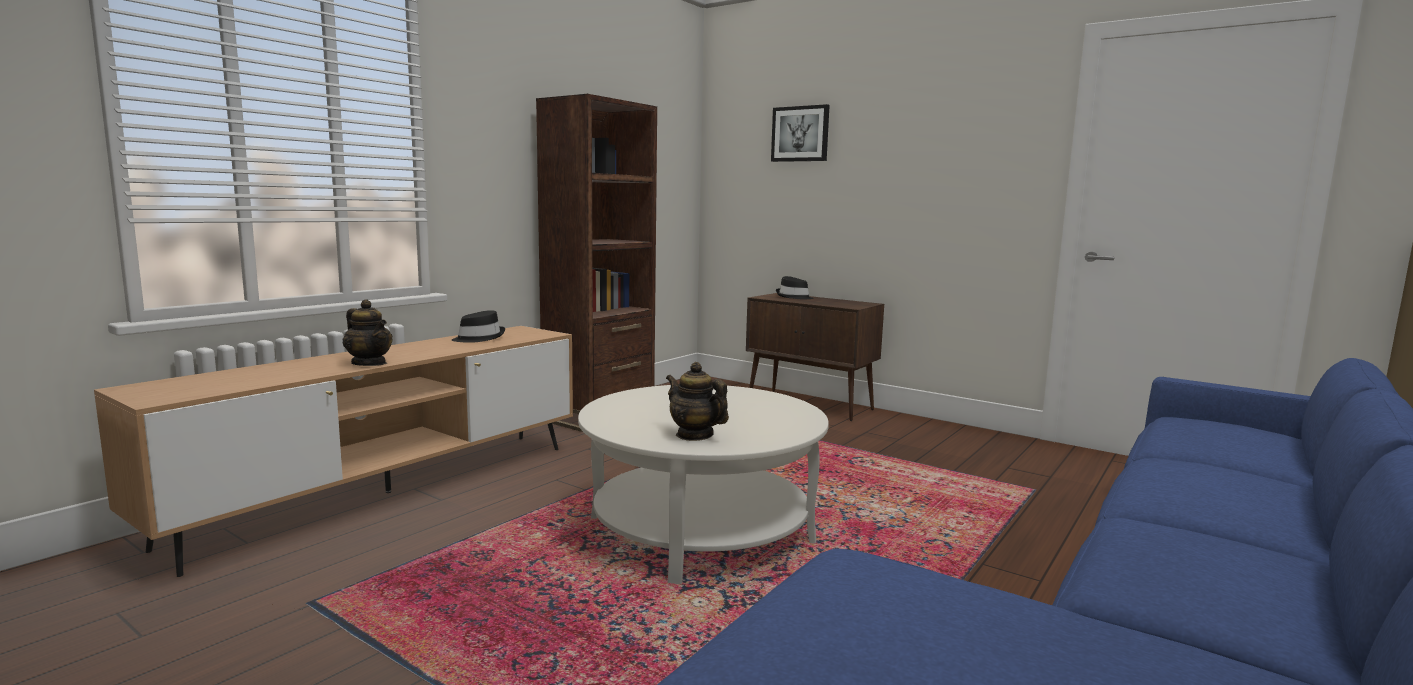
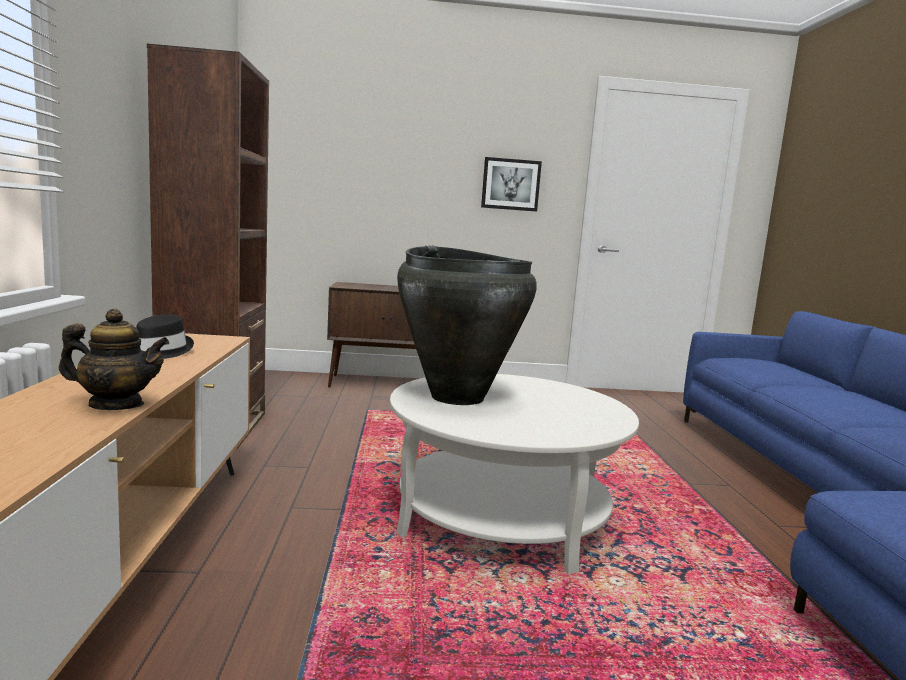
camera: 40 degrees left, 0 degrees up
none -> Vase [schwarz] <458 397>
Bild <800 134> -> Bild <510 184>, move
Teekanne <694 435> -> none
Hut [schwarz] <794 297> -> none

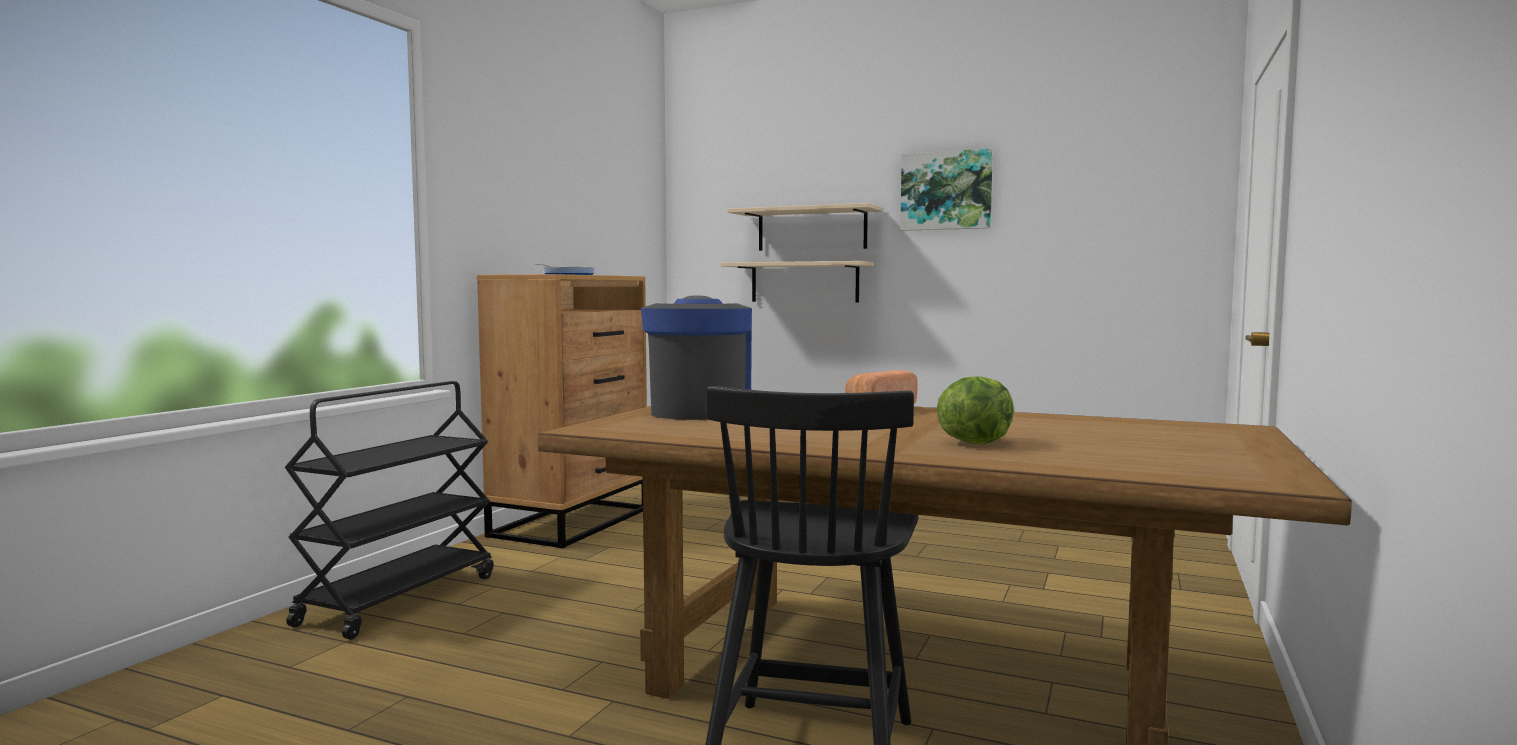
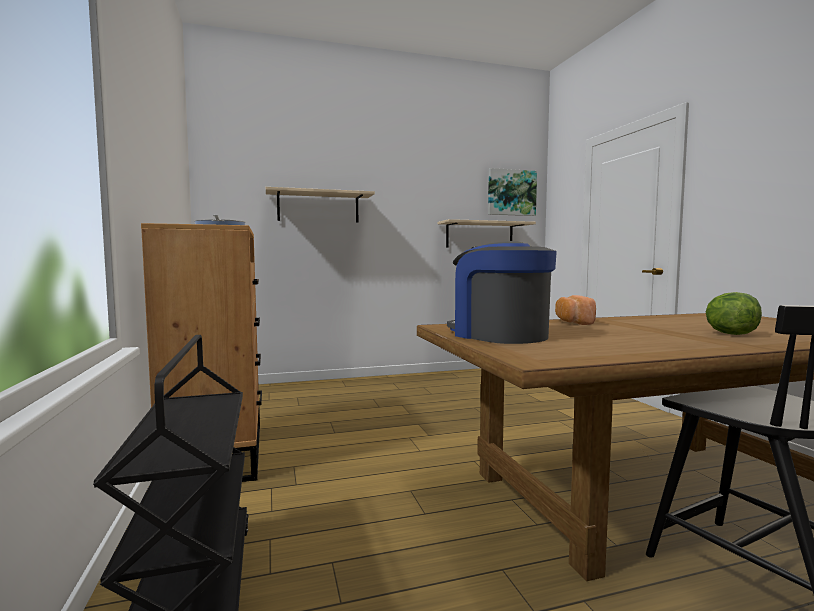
camera: 40 degrees left, 0 degrees up
Wandregal [beige] <804 282> -> Wandregal [beige] <479 235>, move
Bild <946 191> -> Bild <511 192>, move

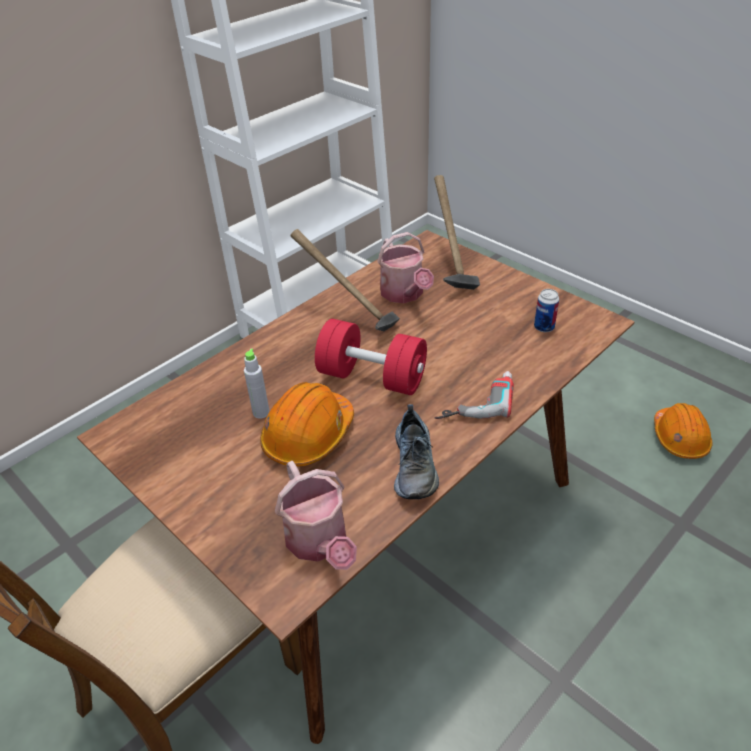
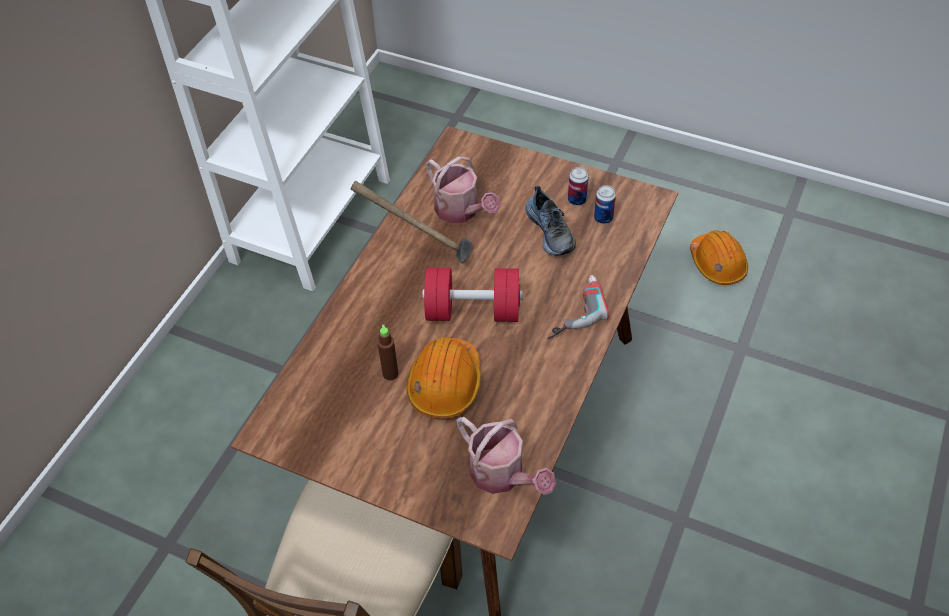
camera: 20 degrees left, 10 degrees up
Flasche [grau] <261 412> -> Flasche [braun] <390 374>
Schuh <416 465> -> Schuh <551 231>, move
none -> Dose <577 200>
Hammer <449 268> -> none

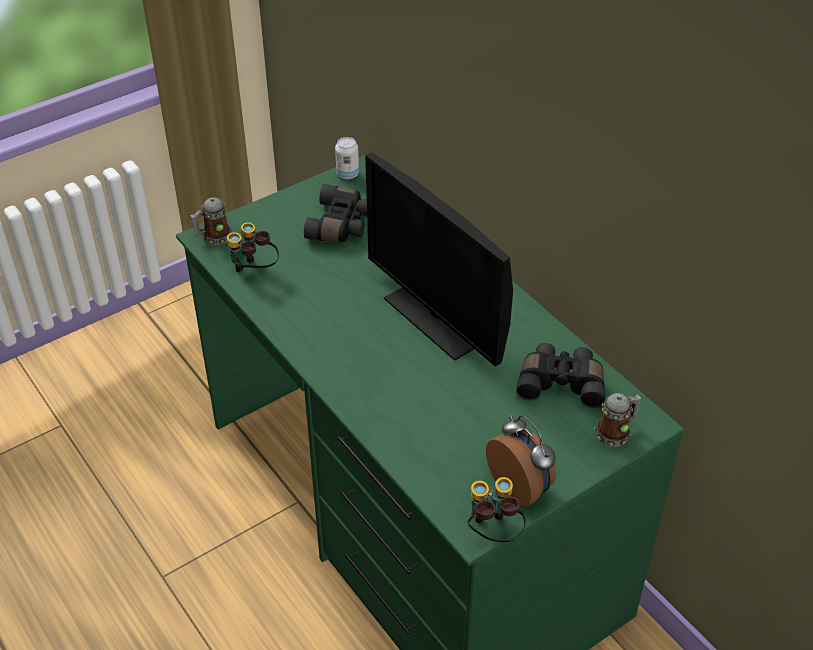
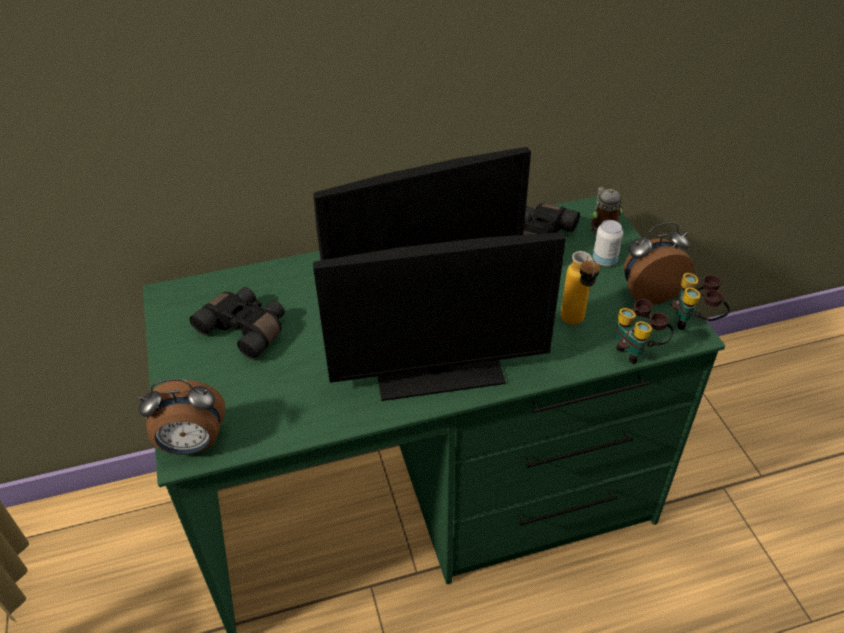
camera: 70 degrees left, 0 degrees up
Henkelbecher <213 237> -> Wecker <192 445>
none -> Monitor <439 371>
none -> Flasche <575 324>
Dose <347 174> -> Dose <604 260>, move
Fernglas <254 271> -> Fernglas <637 349>, move

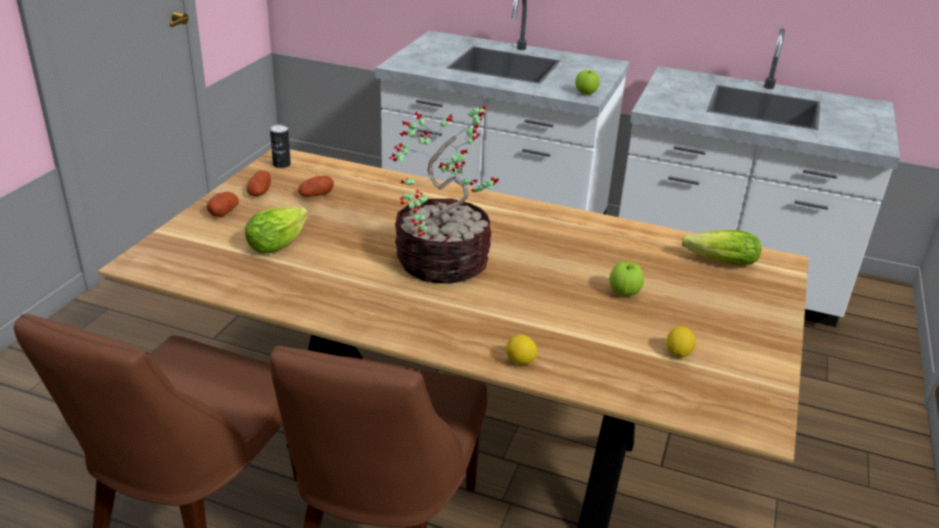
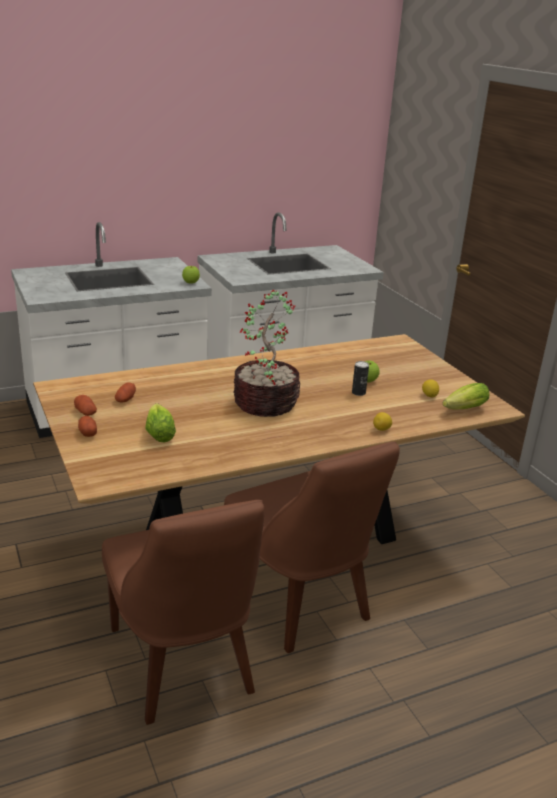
camera: 45 degrees left, 5 degrees down
Dose <281 165> -> Dose <358 393>, move
Salatkopf <716 262> -> Salatkopf <462 410>, move

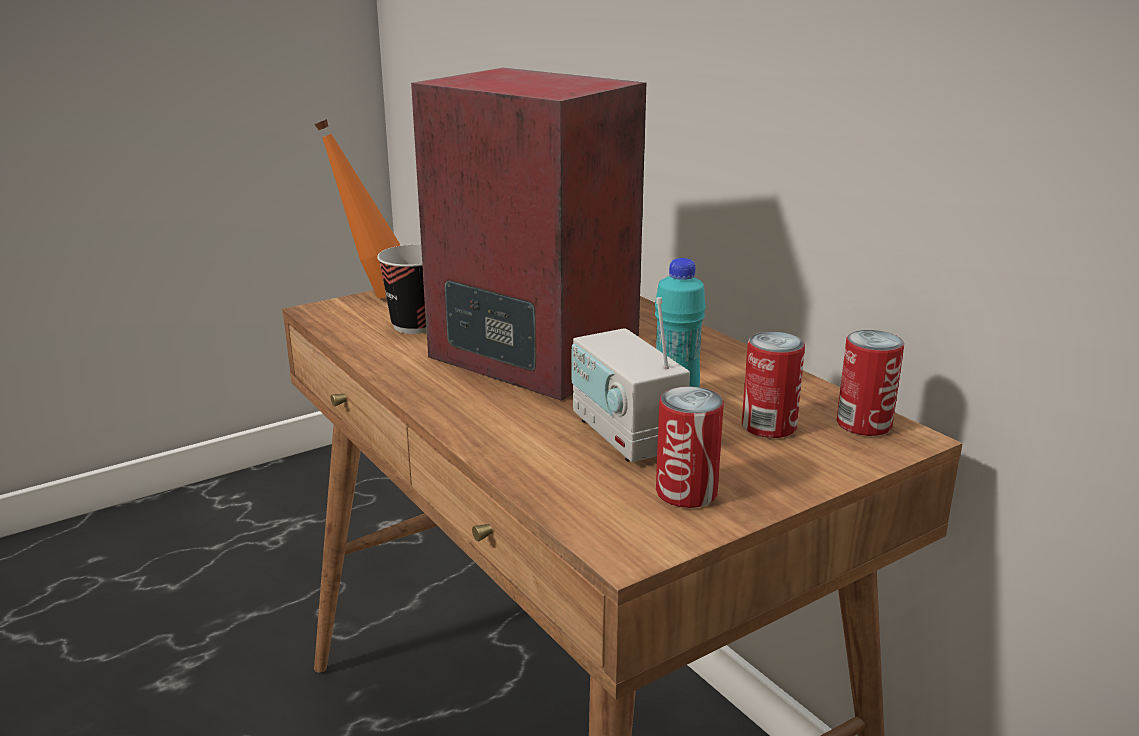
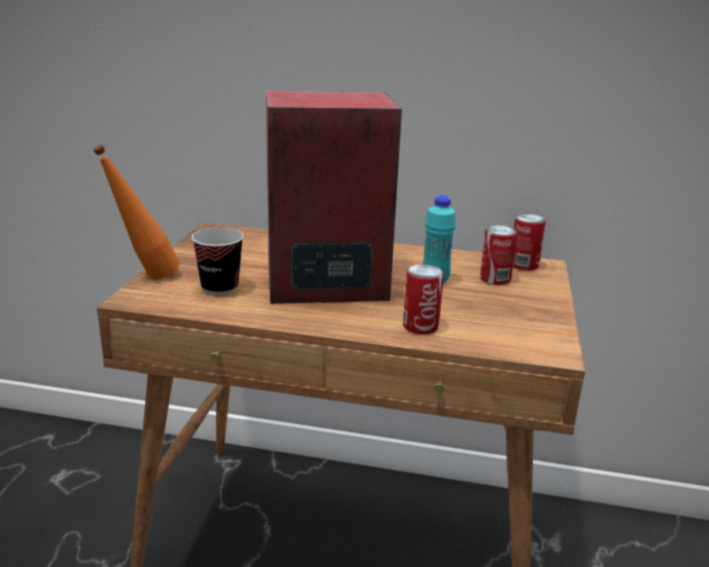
camera: 45 degrees left, 0 degrees up
Dose <686 493> -> Dose <420 326>, move
Radio <626 435> -> none

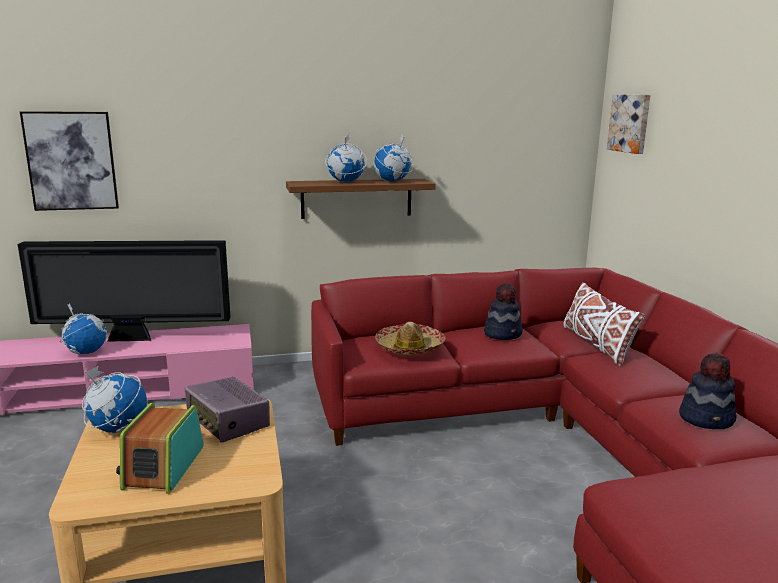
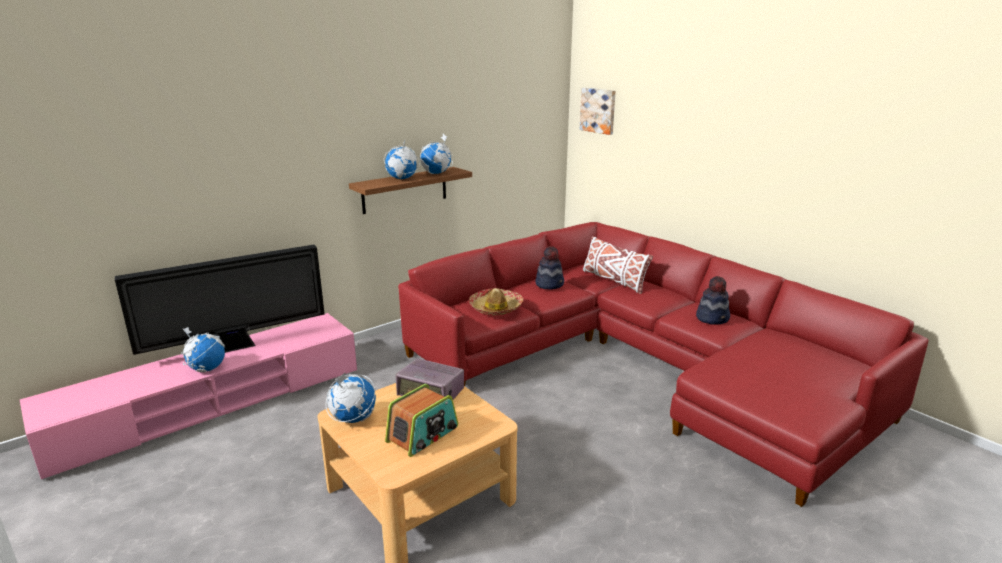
camera: 25 degrees left, 5 degrees up
Radio <163 467> -> Radio <423 435>, 120 degrees counterclockwise
Bild <71 161> -> none

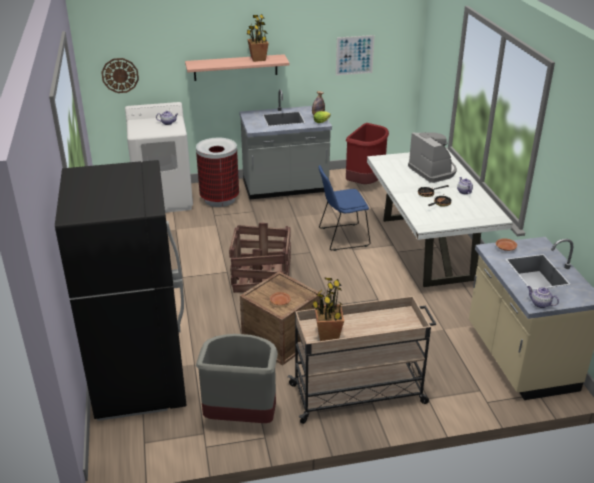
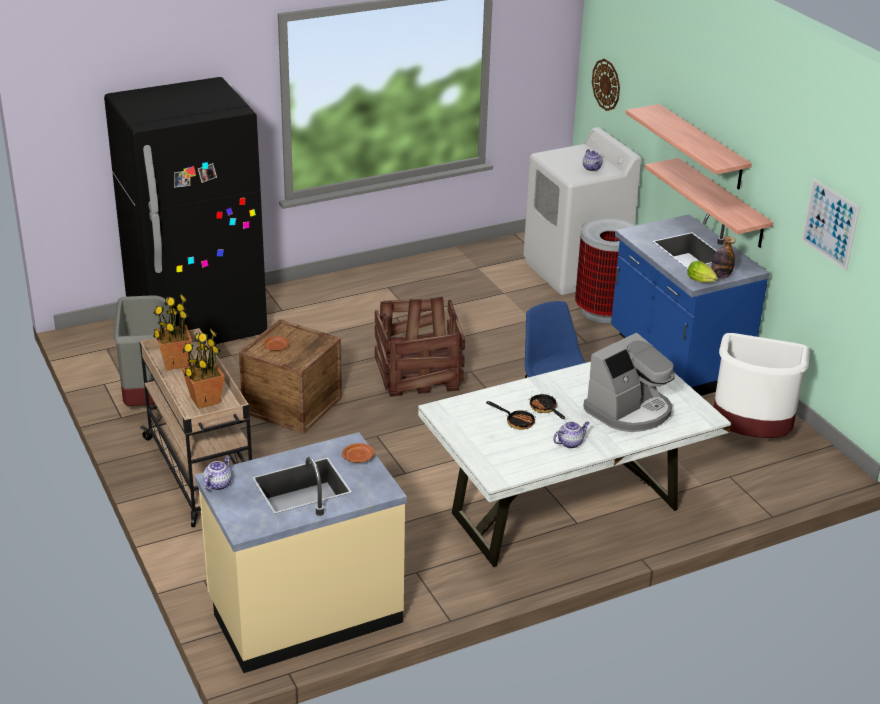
camera: 75 degrees right, 0 degrees up
Topfpflanze <258 59> -> Topfpflanze <204 400>, move
Küchenzeile [grau] <285 188> -> Küchenzeile [blau] <676 359>
none -> Wandregal <722 203>
Mülleimer [rot] <366 182> -> Mülleimer [weiß] <750 434>

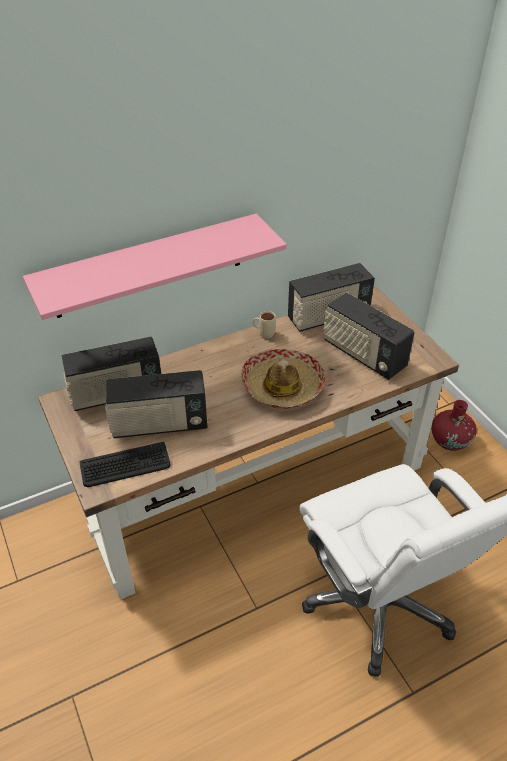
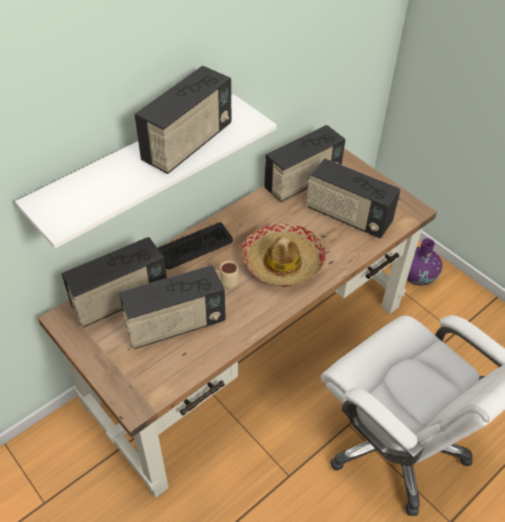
camera: 15 degrees left, 5 degrees up
Wandregal [rosa] <149 266> -> Wandregal [weiß] <136 166>
none -> Radio <188 144>
Tastatur <125 465> -> Tastatur <194 246>, move
Henkelbecher [beige] <264 334> -> Henkelbecher [beige] <225 284>, move
Vase [rot] <450 441> -> Vase [lila] <417 276>

